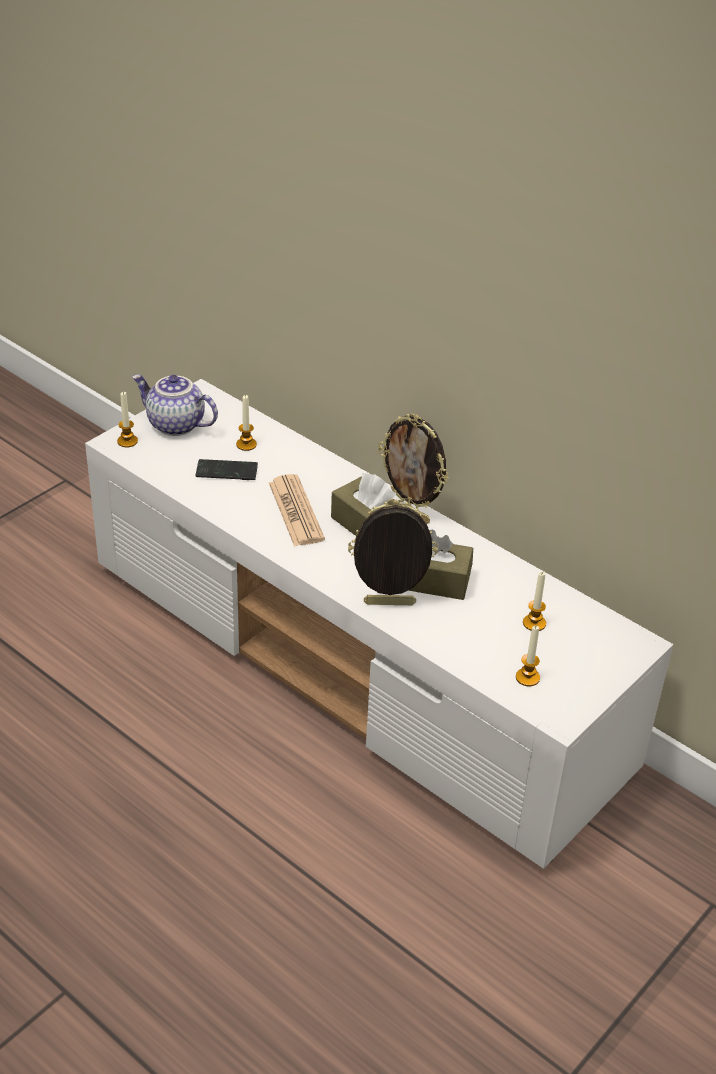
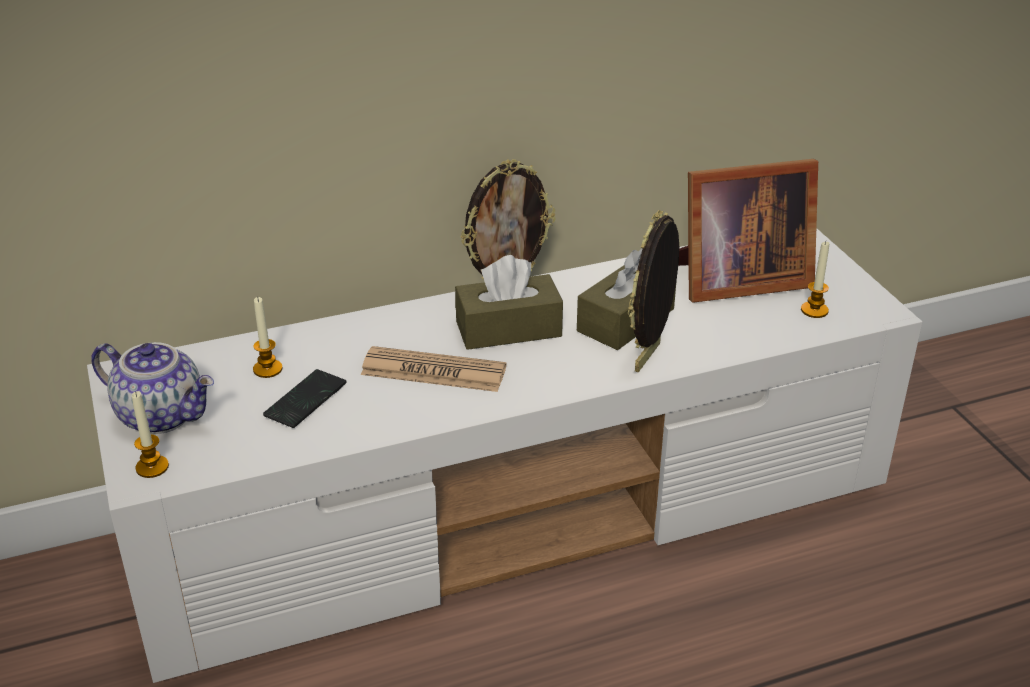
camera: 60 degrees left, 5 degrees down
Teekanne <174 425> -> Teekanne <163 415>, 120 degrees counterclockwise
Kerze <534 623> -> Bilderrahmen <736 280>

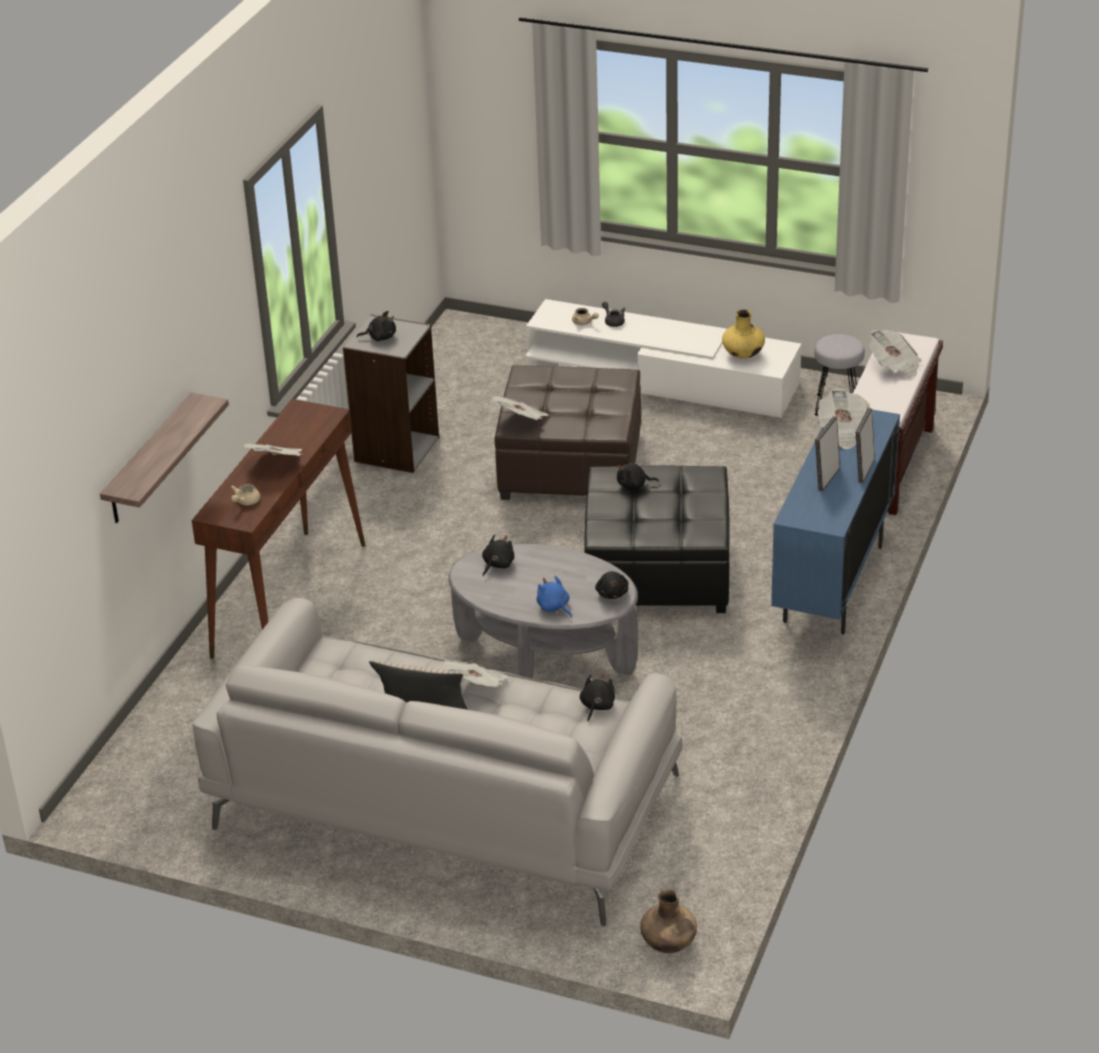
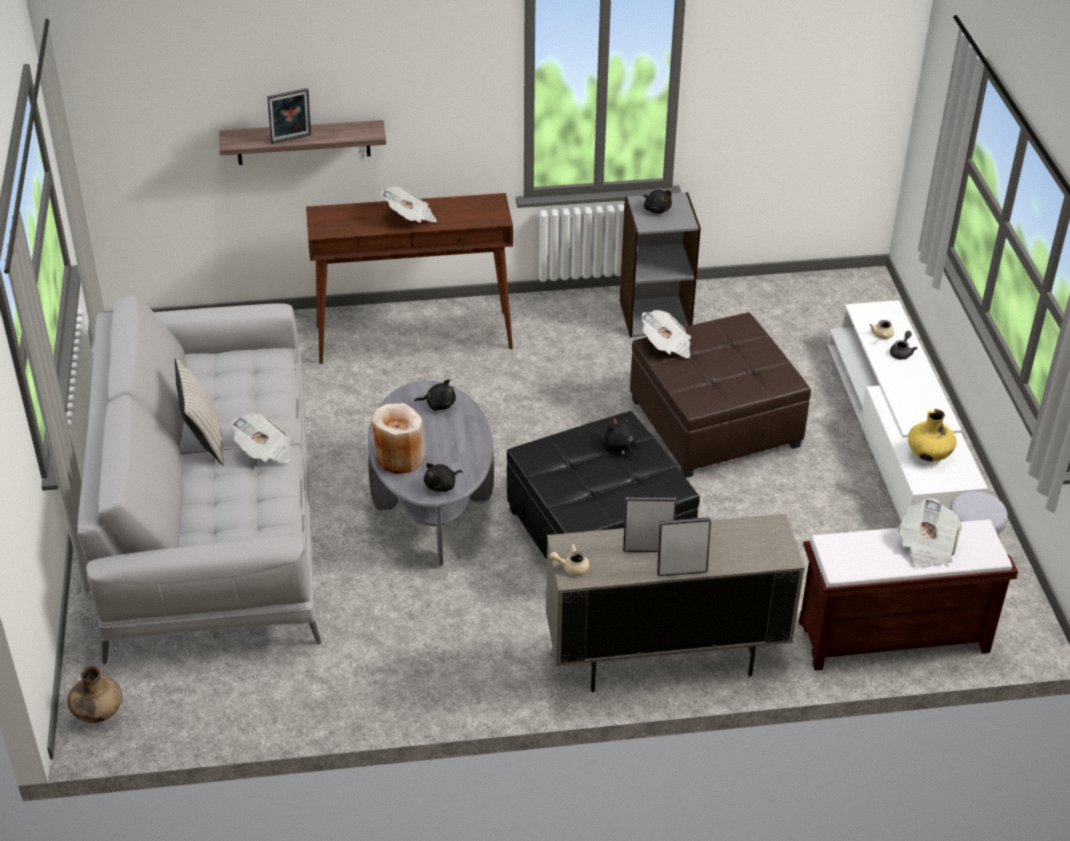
camera: 60 degrees right, 5 degrees up
none -> Bilderrahmen <291 140>
Plüschtier [blau] <554 607> -> Vase [beige] <399 458>
Schrank [blau] <833 585> -> Schrank [beige] <665 659>
Teekanne [beige] <245 502> -> Teekanne [beige] <571 567>, move
Plüschtier [schwarz] <596 706> -> none
Zeitung <844 432> -> none

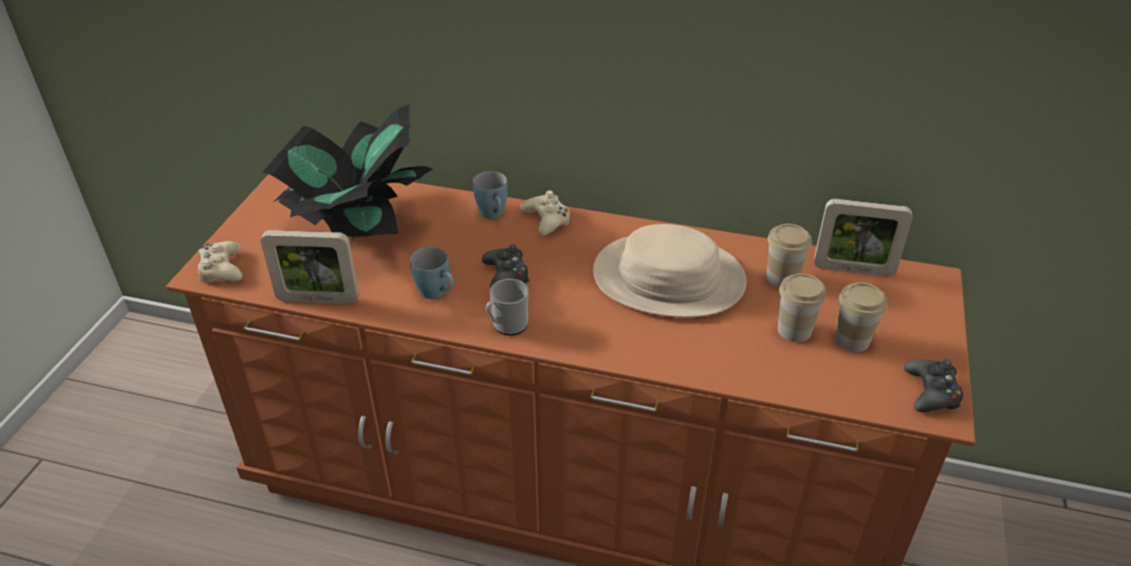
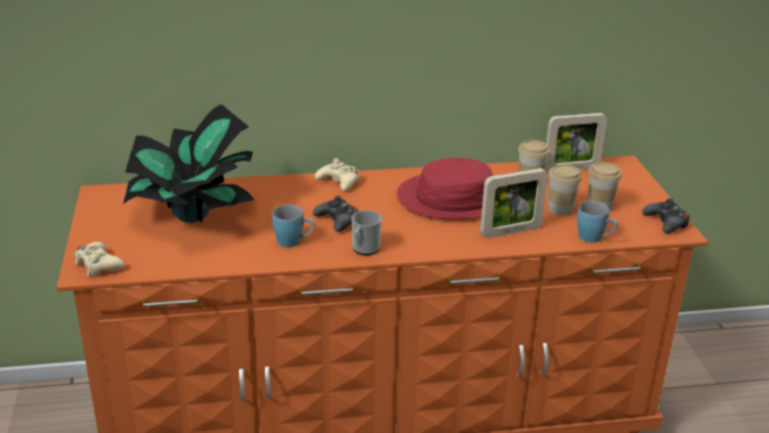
camera: 25 degrees left, 10 degrees down
Hut [beige] <668 278> -> Hut [rot] <455 198>
Bilderrahmen <318 299> -> Bilderrahmen <510 231>, move
Henkelbecher [blau] <494 214> -> Henkelbecher [blau] <595 239>, move

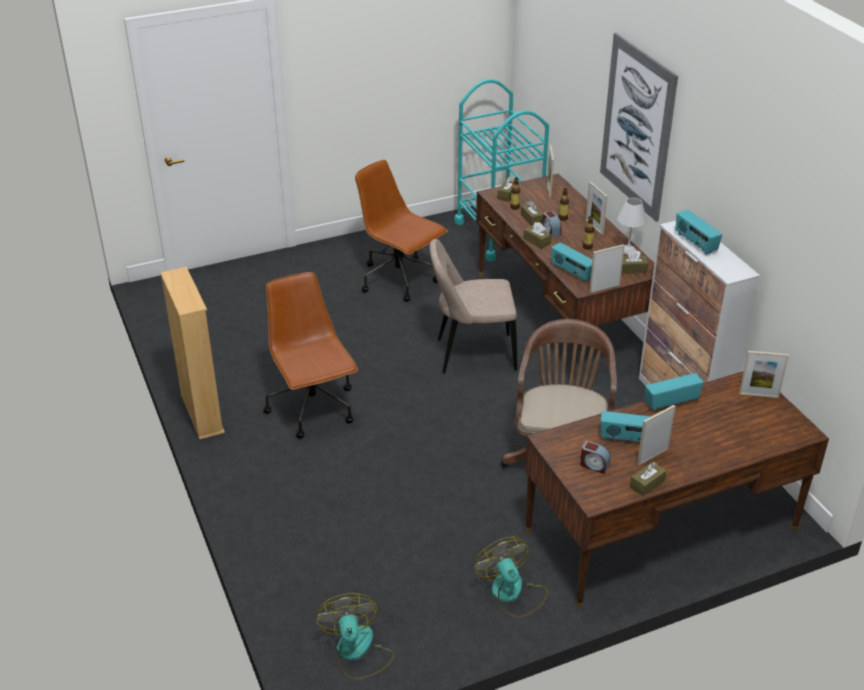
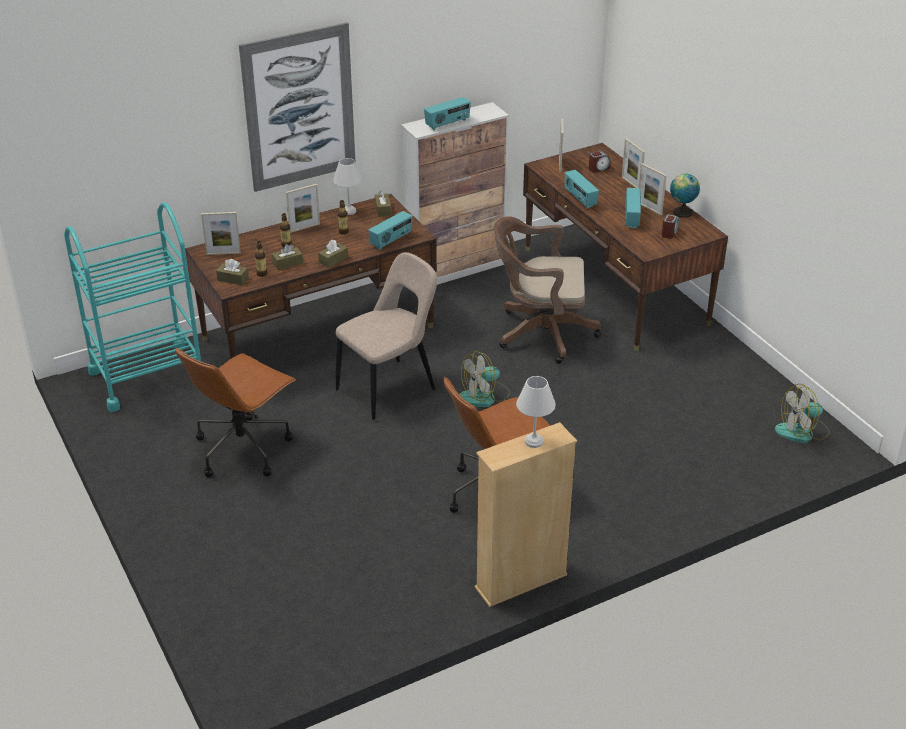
camera: 95 degrees left, 0 degrees up
Stuhl [beige] <471 354> -> Stuhl [beige] <390 388>, 120 degrees counterclockwise
Ventilator <512 593> -> Ventilator <484 396>, move
none -> Tischlampe [weiß] <533 442>
Wecker <551 231> -> Wecker <598 169>, move
Bilderrahmen <604 288> -> Bilderrahmen <631 183>, move
Taschentuchbox [braun] <647 484> -> Globus <681 212>

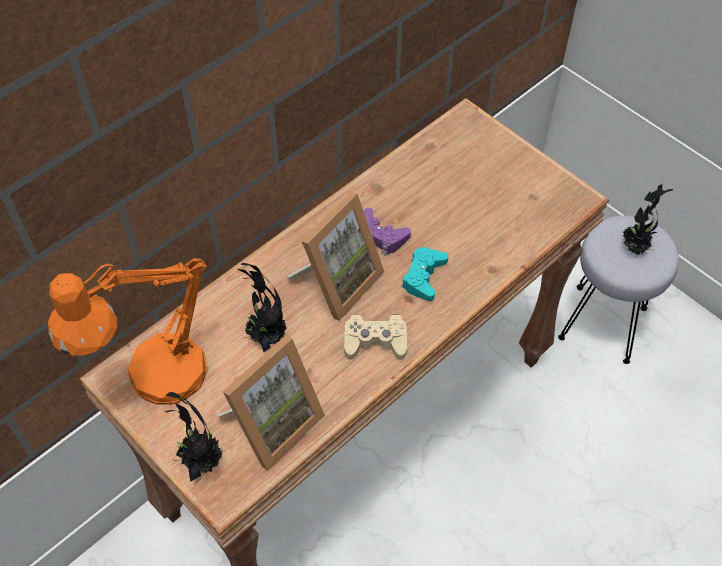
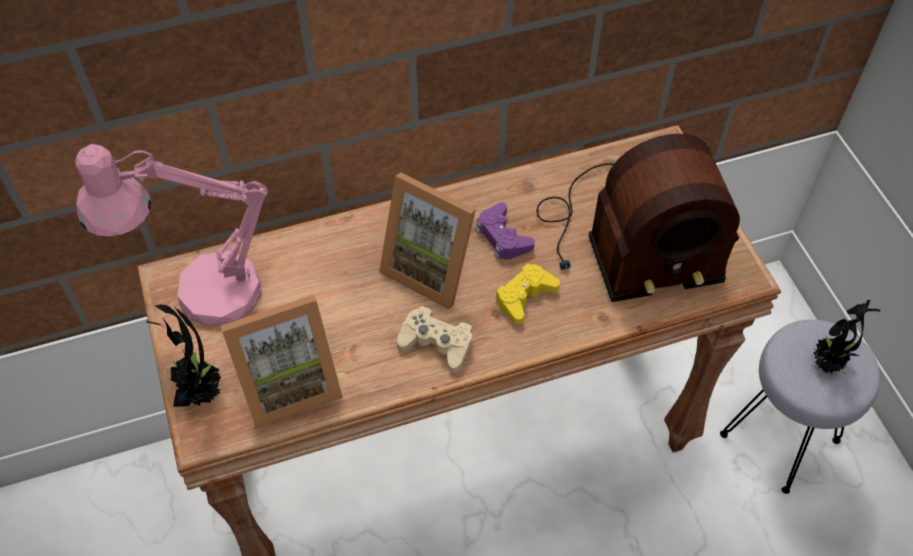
camera: 25 degrees right, 0 degrees up
Tischlampe [orange] <153 380> -> Tischlampe [rosa] <201 295>
Bilderrahmen <337 282> -> Bilderrahmen <432 267>, 60 degrees clockwise
Gamepad [türkis] <423 277> -> Gamepad [gelb] <524 297>
none -> Radio <625 241>
Topfpflanze <265 336> -> none

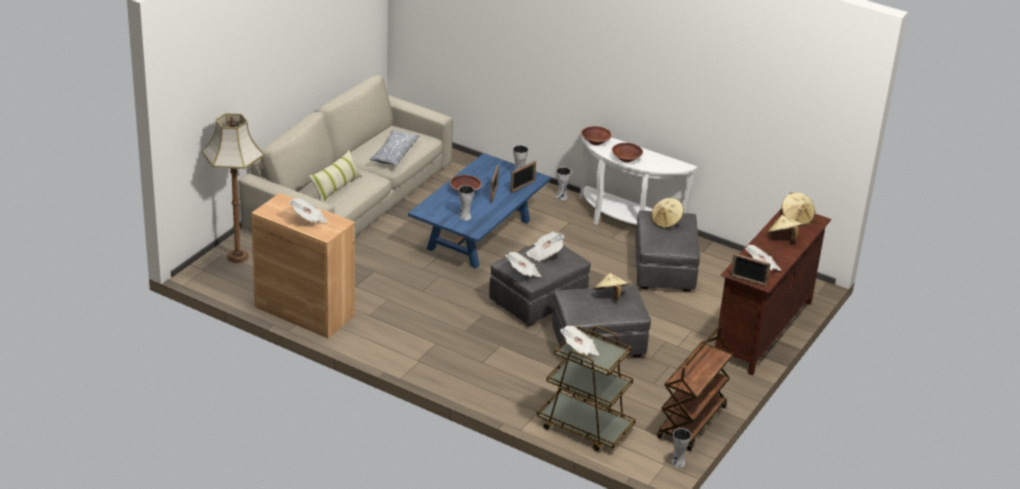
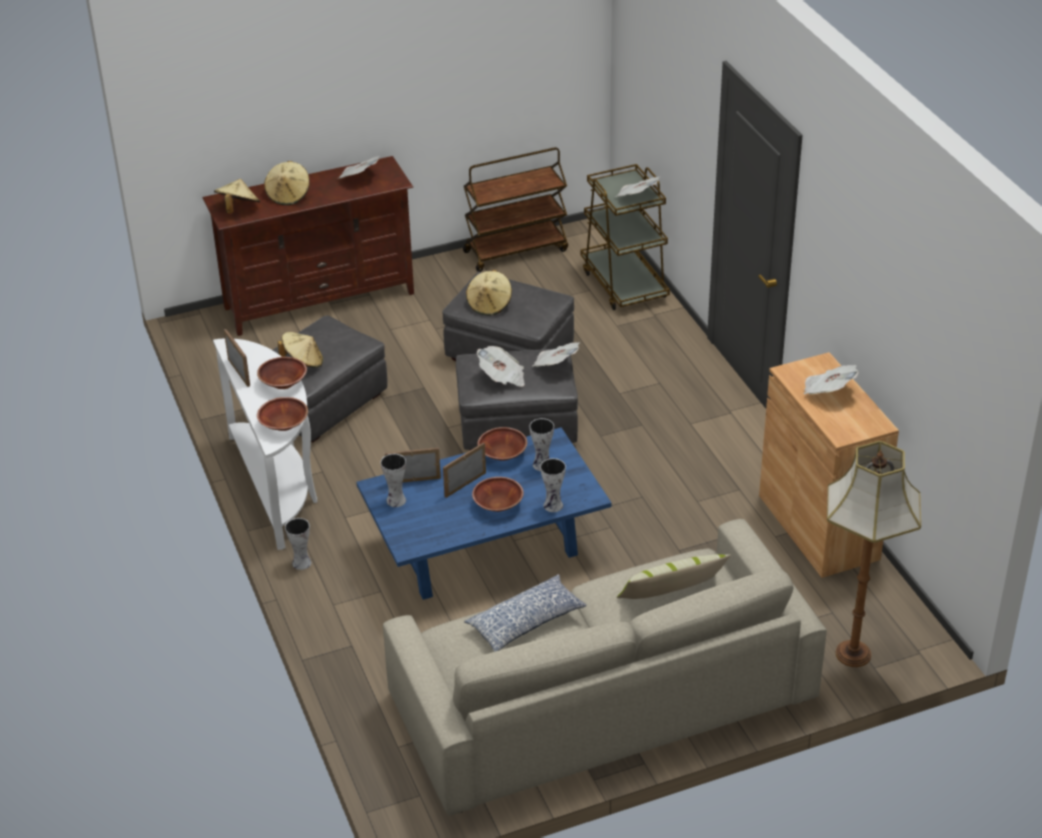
camera: 140 degrees left, 5 degrees up
Bilderrahmen <748 281> -> Bilderrahmen <239 372>, move
none -> Schüssel [braun] <503 454>
Vase <677 462> -> Vase <554 506>, move

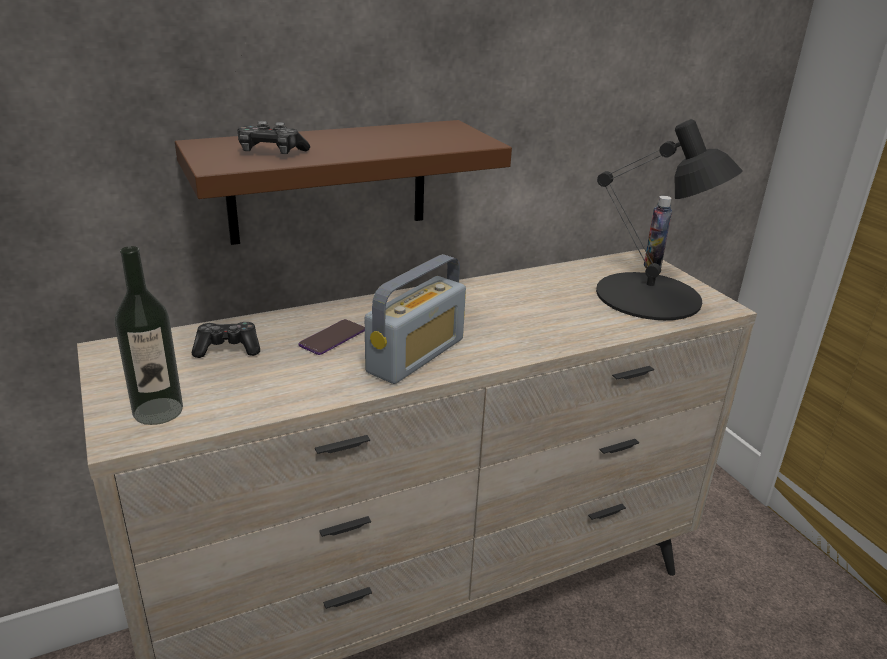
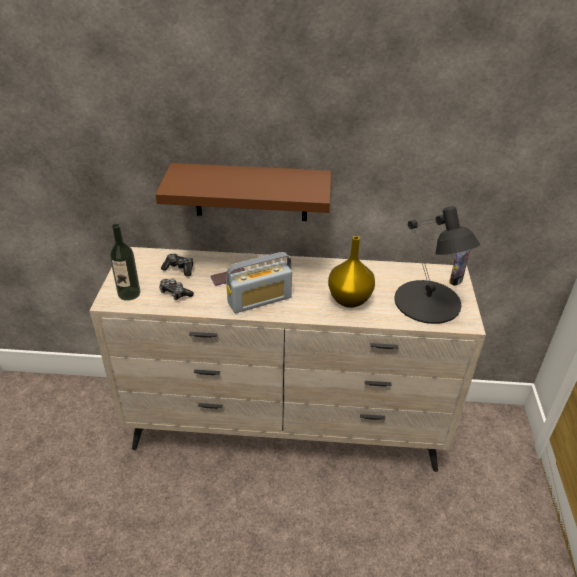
camera: 30 degrees right, 10 degrees up
Gamepad <271 152> -> Gamepad <175 293>, move
none -> Vase [gelb] <348 299>

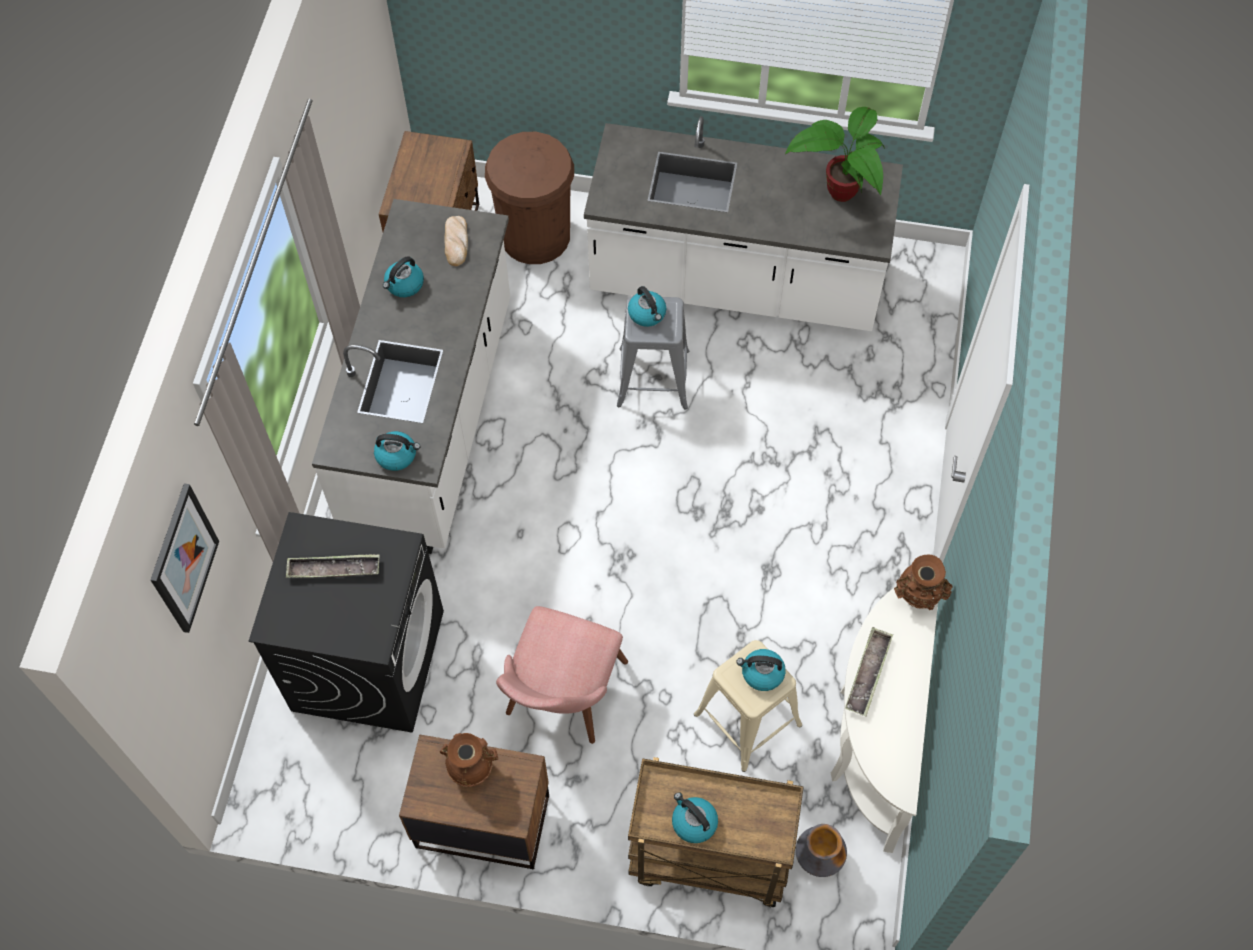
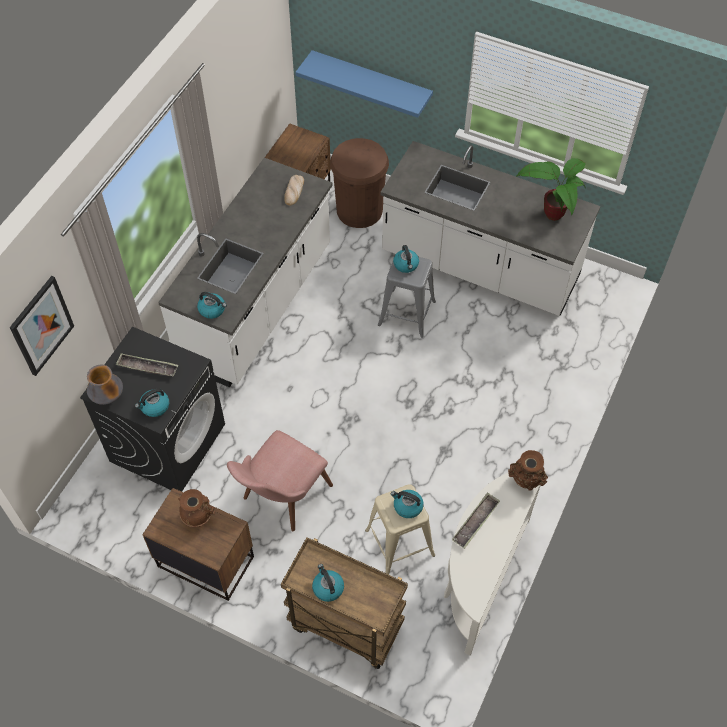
camera: 15 degrees right, 5 degrees down
Vase <818 857> -> Vase <108 397>, move
Wasserkessel <404 285> -> Wasserkessel <154 407>, move
none -> Wandregal [blau] <371 81>

